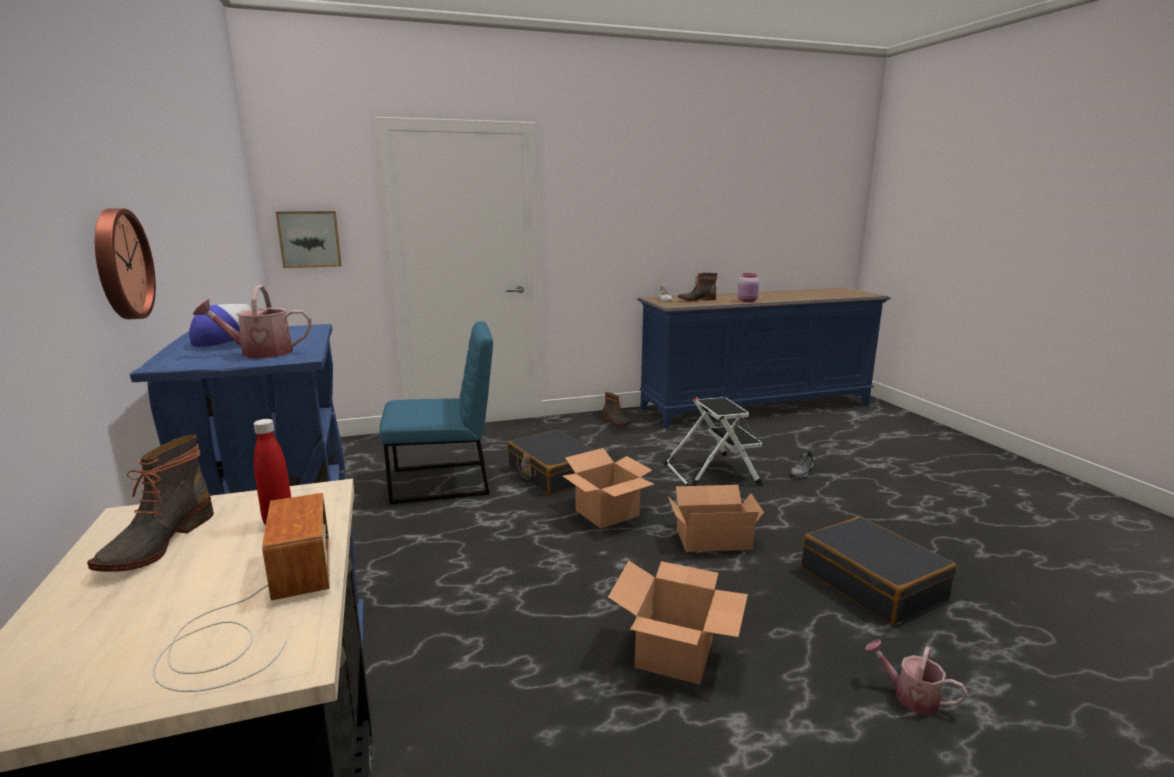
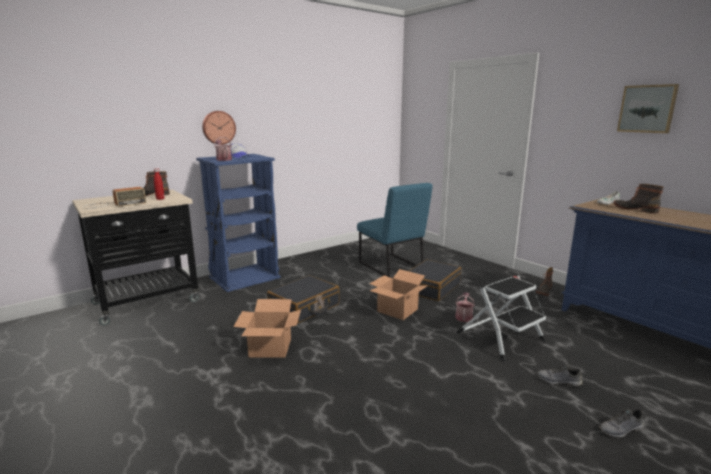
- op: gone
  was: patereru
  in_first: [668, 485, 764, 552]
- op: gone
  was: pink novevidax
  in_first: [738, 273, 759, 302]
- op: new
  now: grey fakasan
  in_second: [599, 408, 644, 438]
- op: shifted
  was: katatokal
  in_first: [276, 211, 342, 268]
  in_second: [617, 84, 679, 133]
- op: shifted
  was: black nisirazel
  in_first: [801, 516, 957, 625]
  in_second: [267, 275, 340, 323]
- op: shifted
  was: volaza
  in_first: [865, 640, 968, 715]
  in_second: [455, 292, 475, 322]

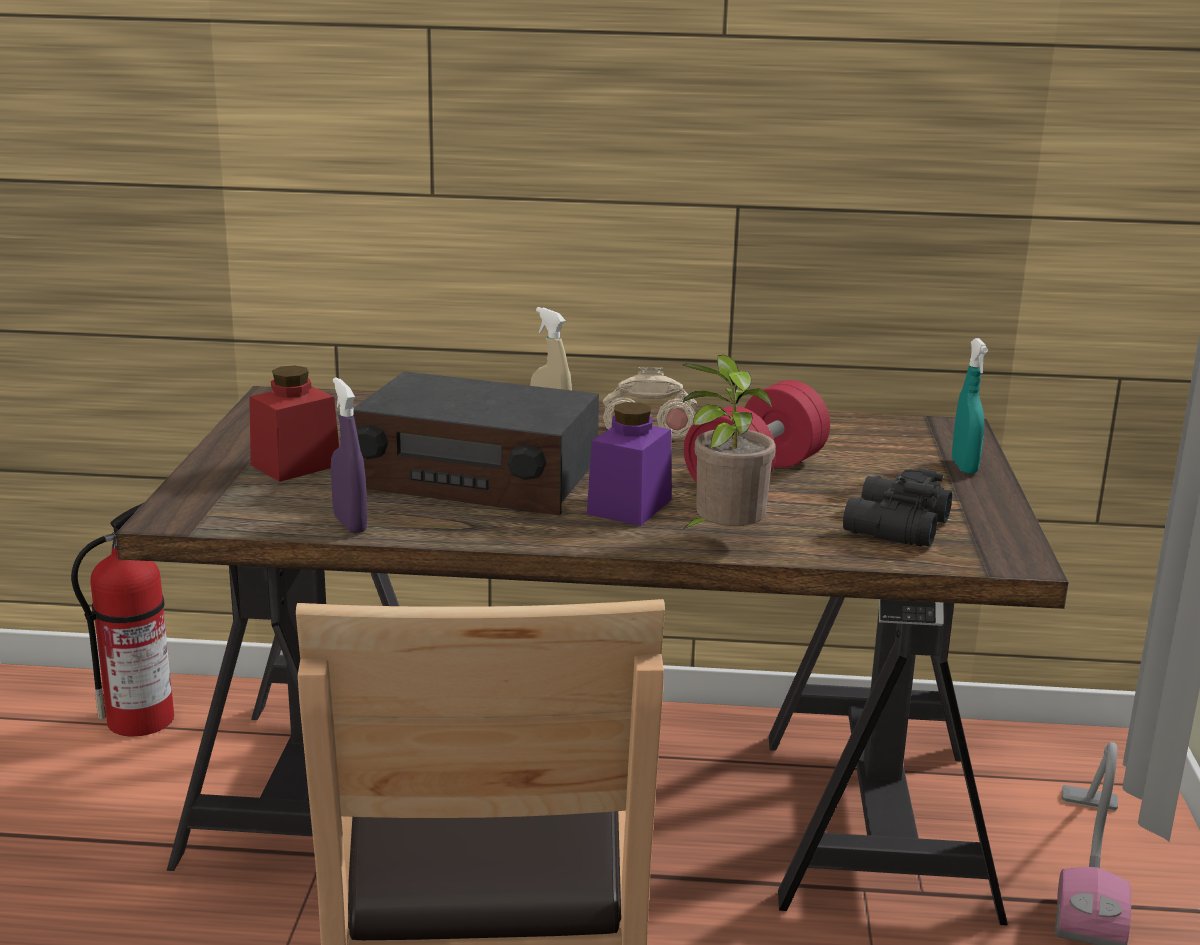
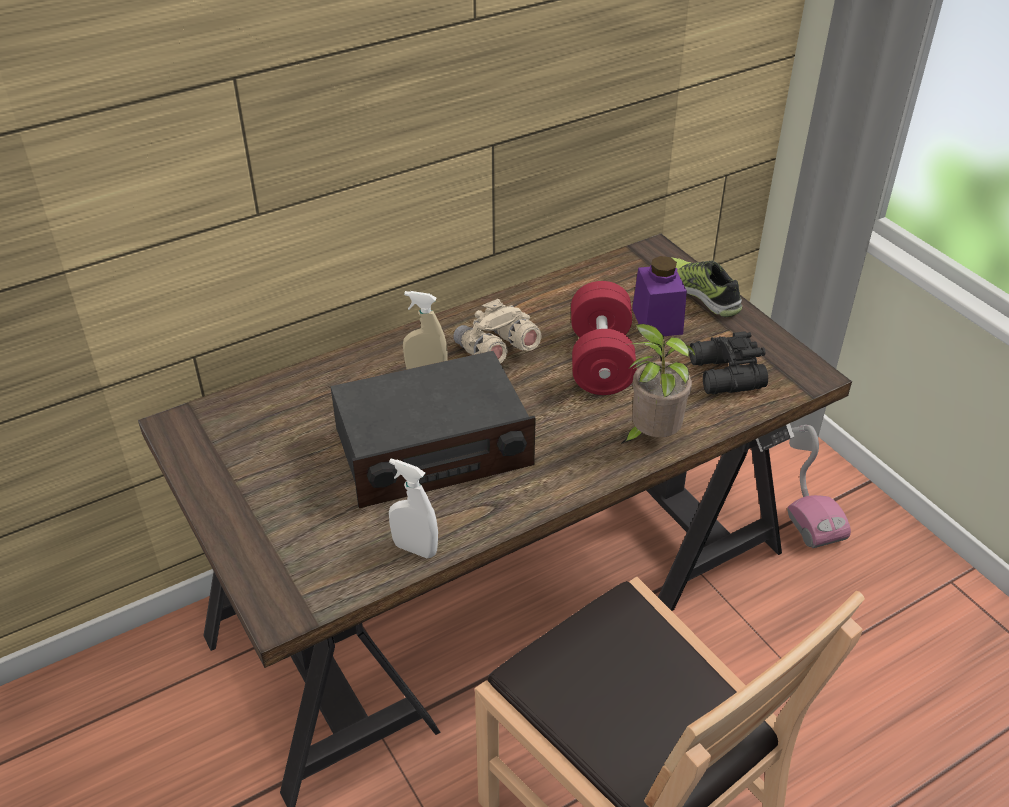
- op: gone
  was: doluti
  in_first: [71, 503, 174, 737]
- op: gone
  was: red novevidax
  in_first: [249, 365, 339, 482]
- op: shifted
  was: purple novevidax
  in_first: [587, 402, 671, 526]
  in_second: [632, 256, 687, 336]
- op: swapped
  was: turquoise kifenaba
  now: fakasan
  in_first: [952, 338, 988, 474]
  in_second: [672, 258, 742, 317]
- op: repainted
  was: purple kifenaba
  now: white kifenaba
  in_first: [331, 377, 367, 534]
  in_second: [389, 458, 438, 558]

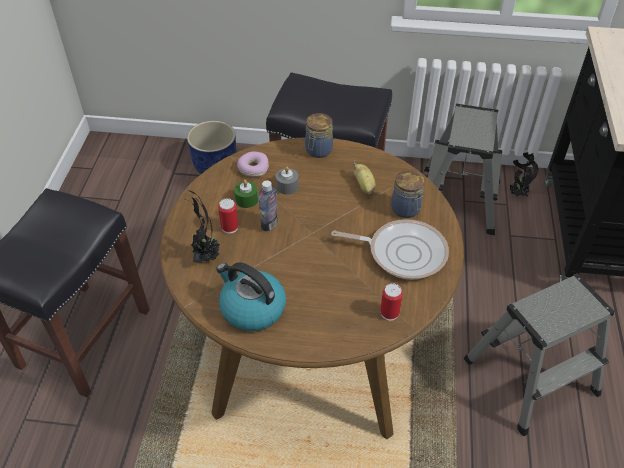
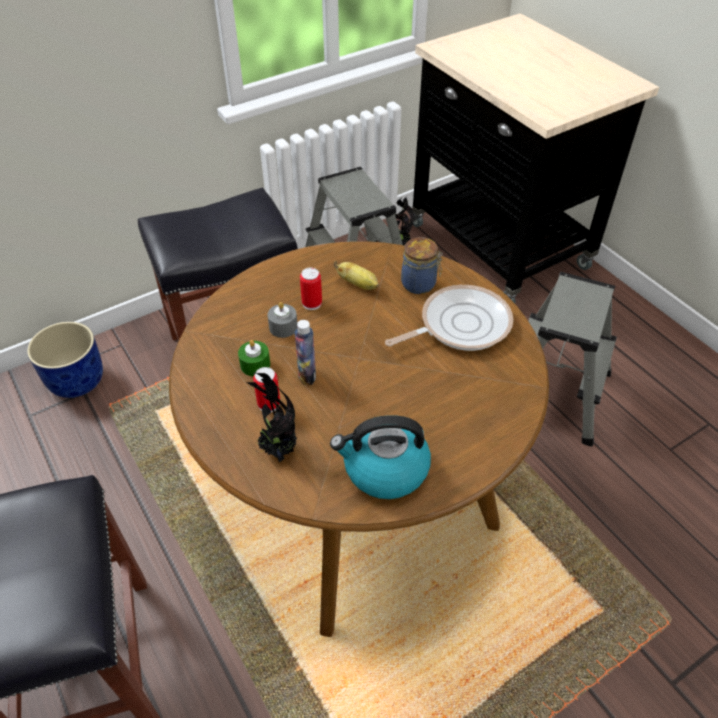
- op: gone
  was: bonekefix
  in_first: [237, 152, 269, 177]
- op: gone
  was: novevidax
  in_first: [305, 113, 333, 158]
- op: shifted
  was: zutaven
  in_first: [380, 283, 403, 321]
  in_second: [300, 267, 322, 310]

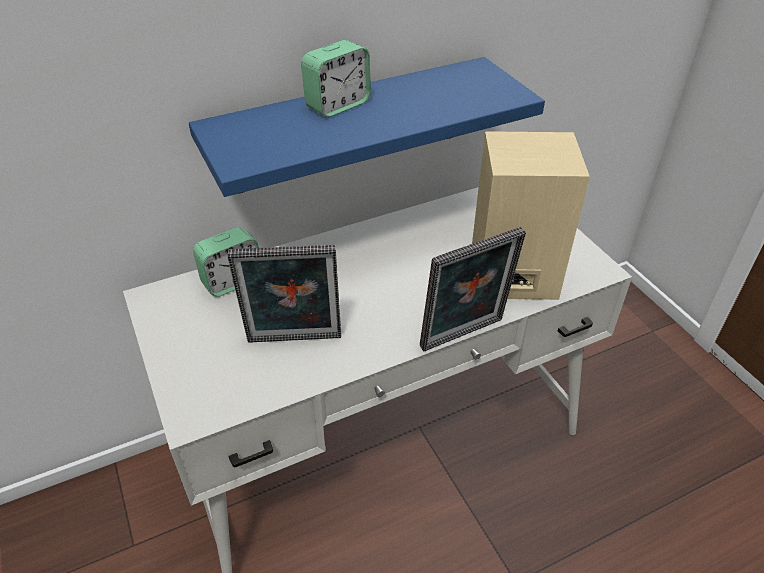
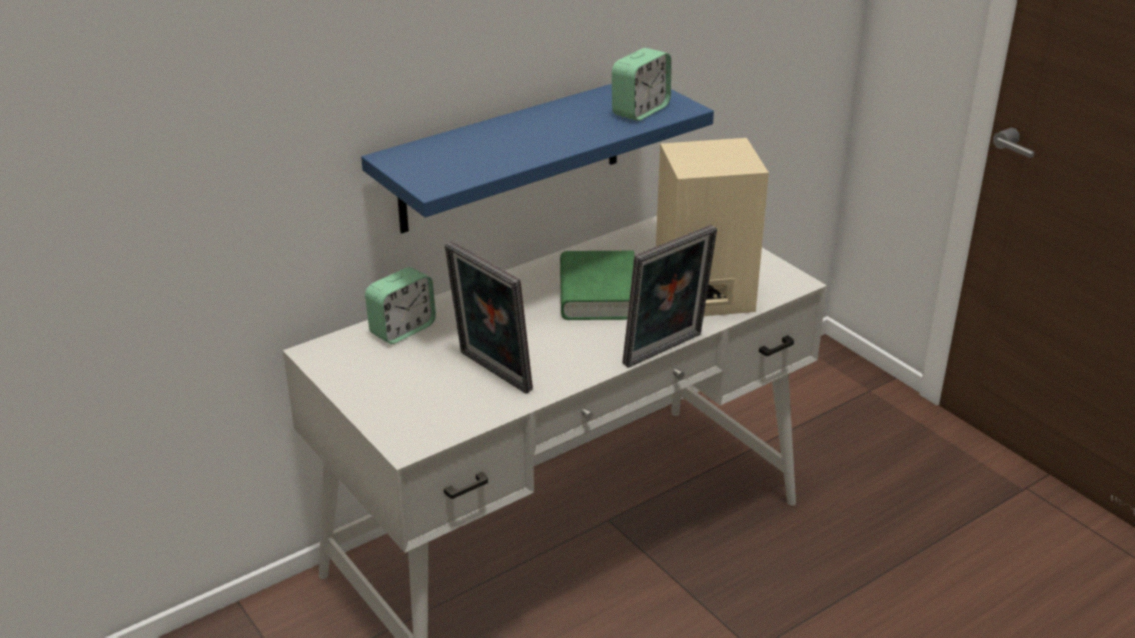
- op: new
  now: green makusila
  in_second: [560, 251, 635, 320]
- op: shifted
  was: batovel
  in_first: [301, 40, 371, 117]
  in_second: [612, 48, 671, 121]
- op: rotated
  was: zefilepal
  in_first: [227, 245, 341, 343]
  in_second: [445, 241, 533, 394]
  clockwise: 60

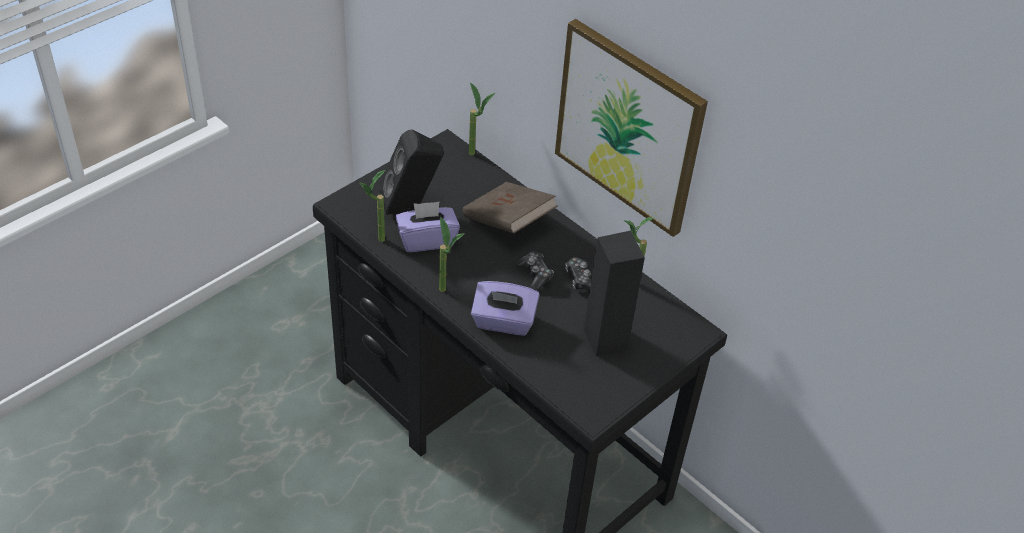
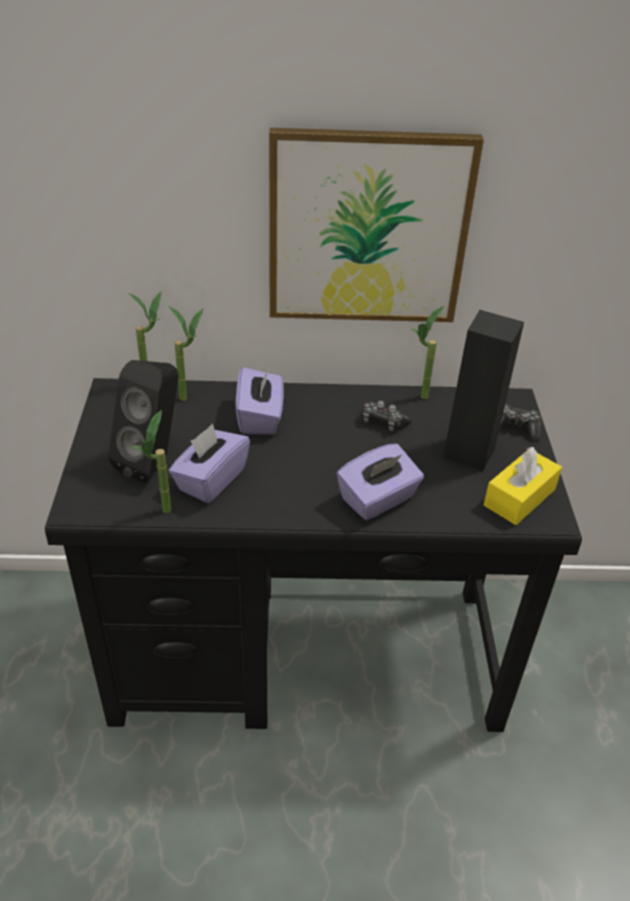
- op: new
  now: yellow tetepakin
  in_second: [484, 447, 562, 525]
- op: shifted
  was: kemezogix
  in_first: [439, 217, 465, 292]
  in_second: [169, 306, 204, 401]
- op: shifted
  was: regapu
  in_first: [515, 252, 554, 291]
  in_second: [500, 404, 541, 441]
- op: swapped
  was: brown makusila
  now: purple tetepakin
  in_first: [463, 182, 558, 234]
  in_second: [236, 367, 284, 435]

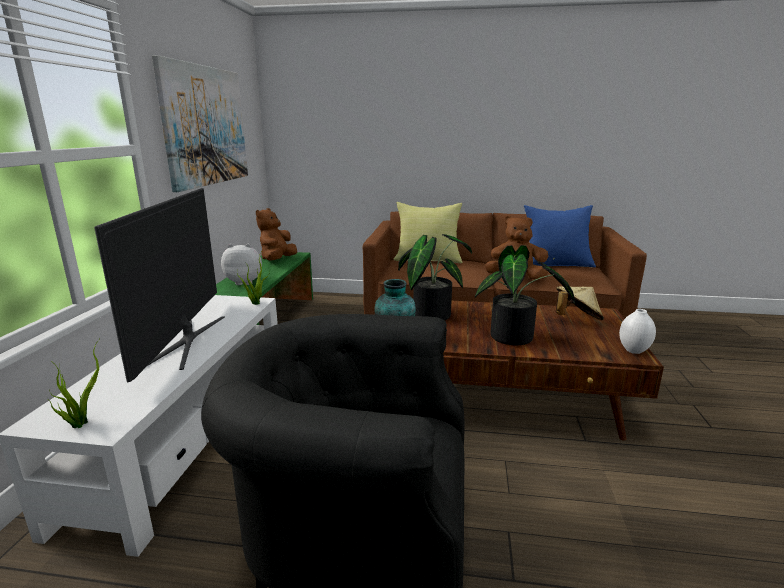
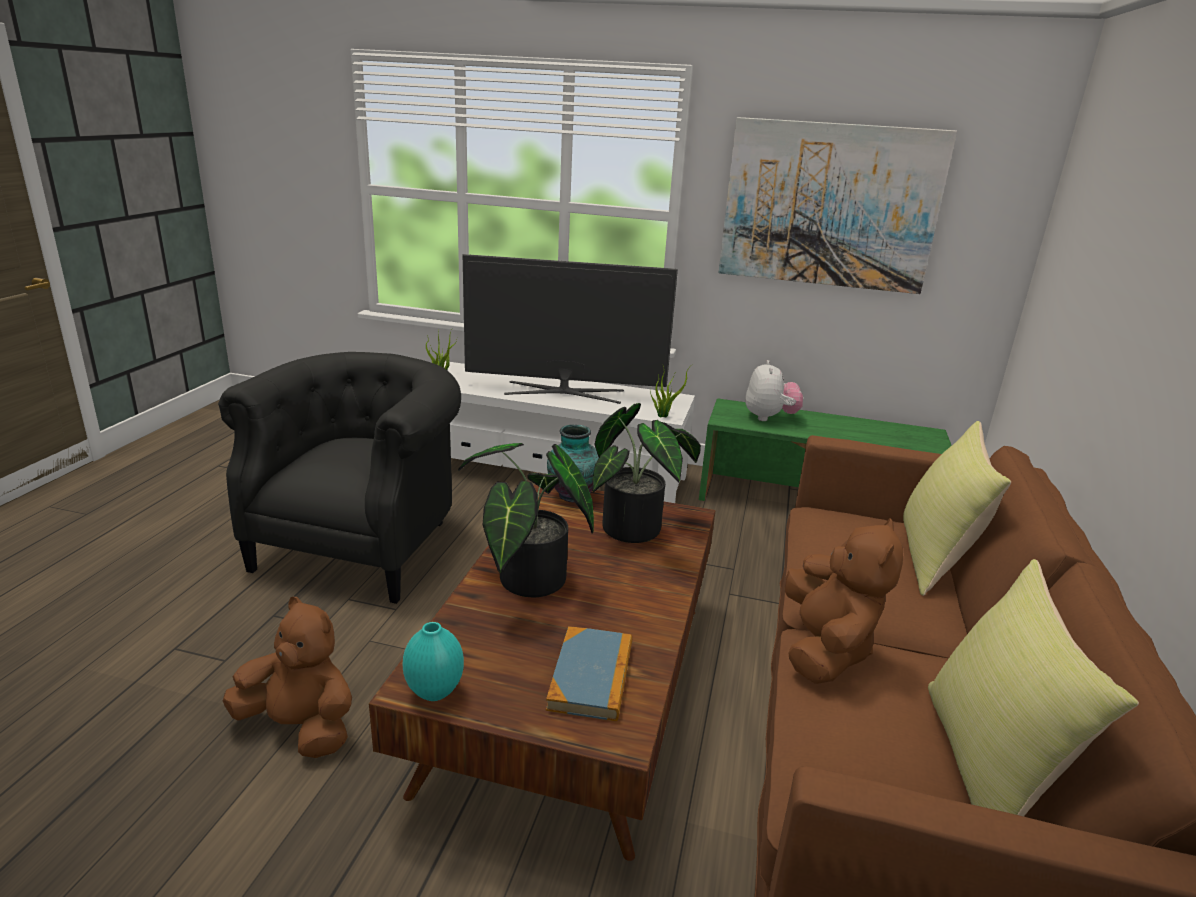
- op: shifted
  was: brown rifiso
  in_first: [256, 208, 297, 260]
  in_second: [223, 597, 352, 758]
- op: swapped
  was: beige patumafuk
  now: makusila
  in_first: [556, 287, 604, 320]
  in_second: [546, 626, 632, 721]
- op: repainted
  was: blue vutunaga
  now: yellow vutunaga
  in_first: [524, 205, 596, 268]
  in_second: [928, 559, 1139, 817]
- op: repainted
  was: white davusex
  now: turquoise davusex
  in_first: [619, 309, 656, 354]
  in_second: [402, 622, 464, 701]

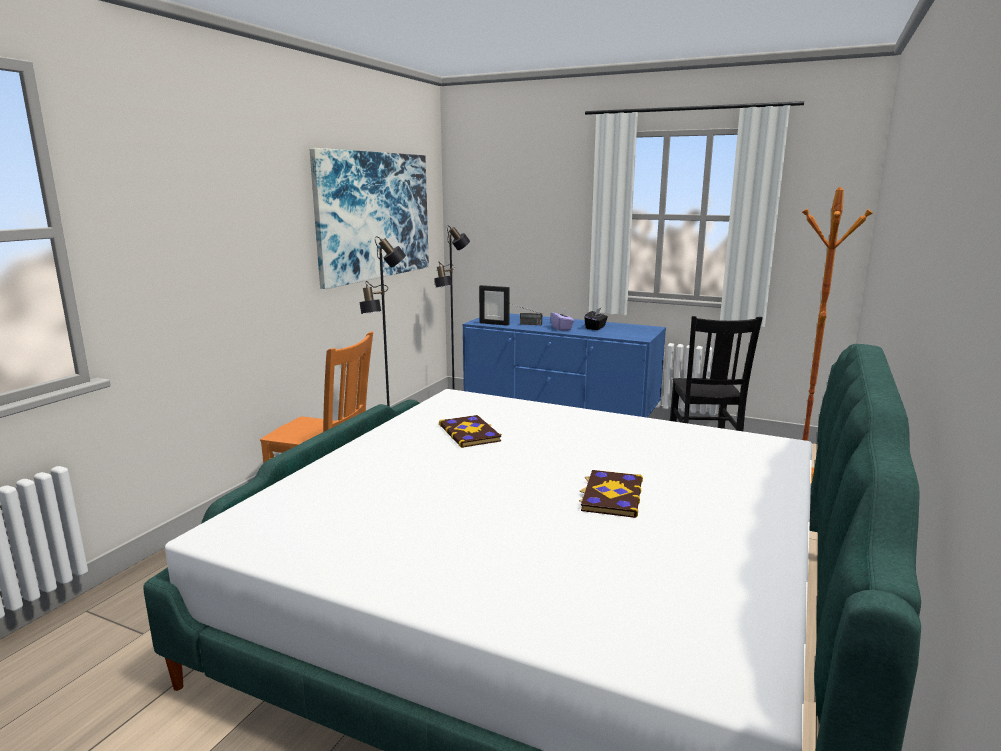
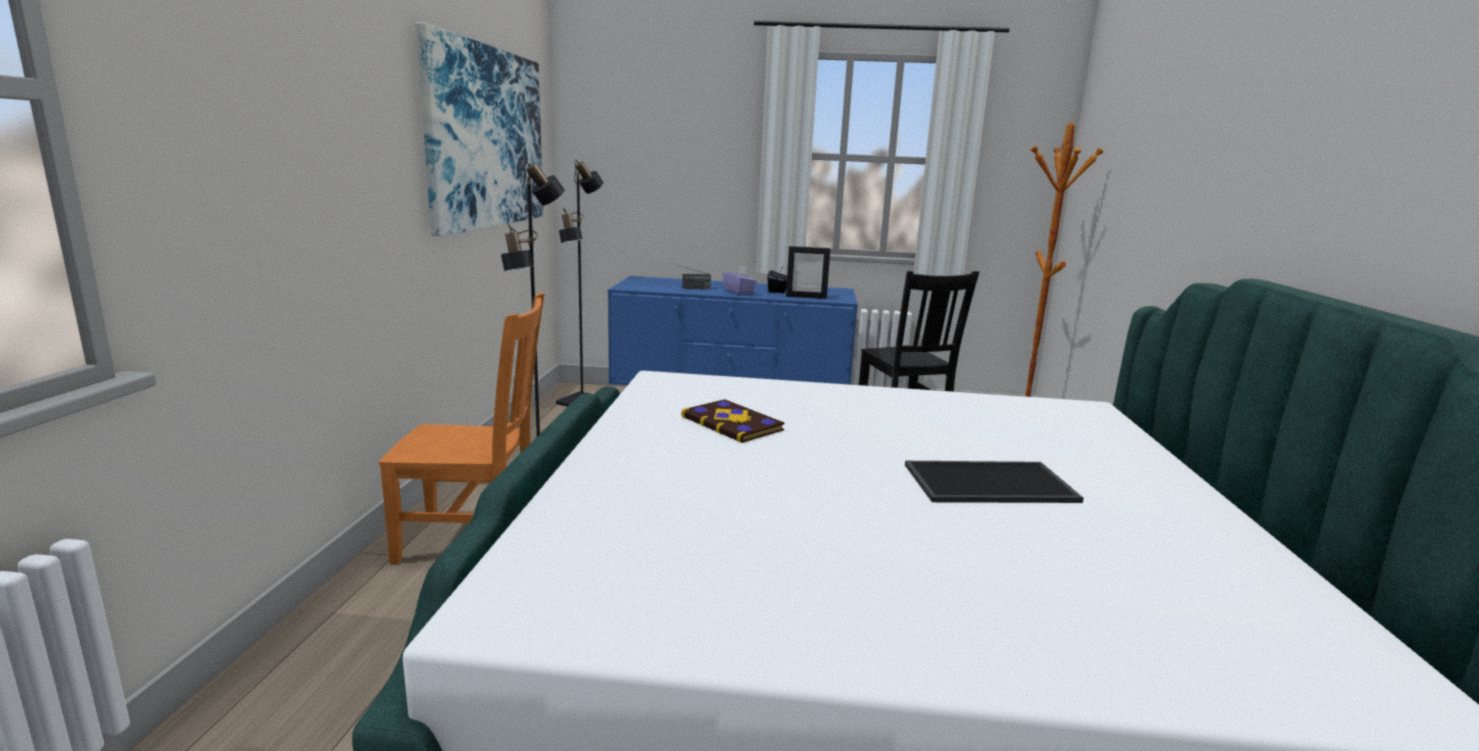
- op: shifted
  was: zefilepal
  in_first: [479, 285, 510, 326]
  in_second: [786, 246, 830, 299]
- op: swapped
  was: makusila
  now: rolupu
  in_first: [579, 470, 643, 518]
  in_second: [905, 461, 1084, 503]

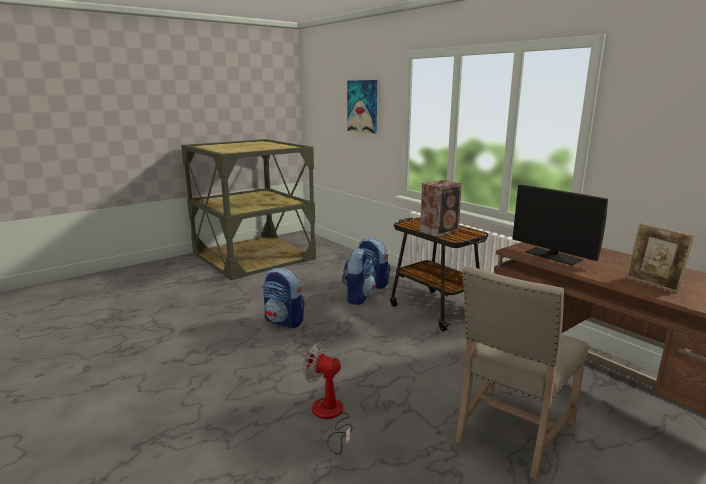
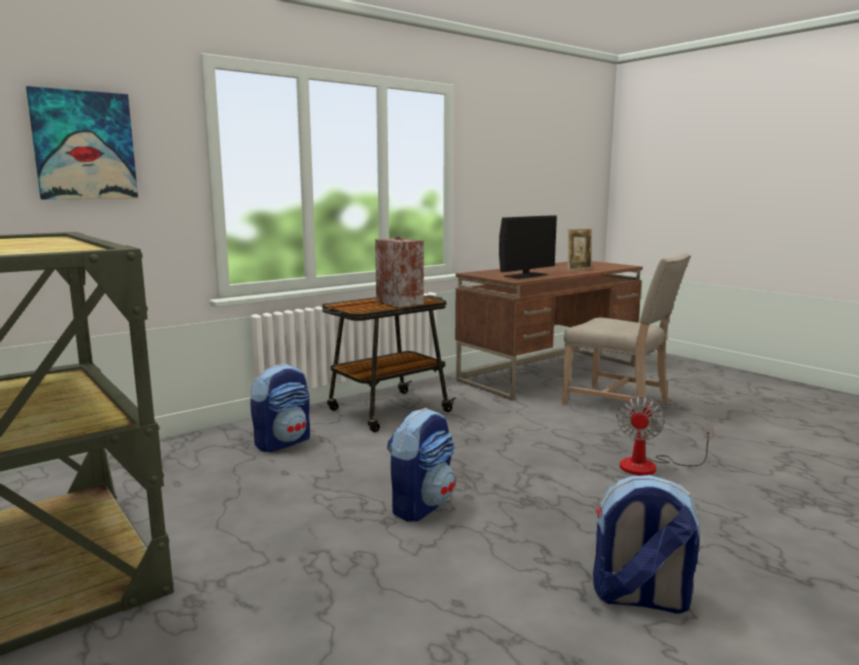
- op: shifted
  was: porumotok
  in_first: [342, 249, 376, 305]
  in_second: [593, 475, 700, 614]

